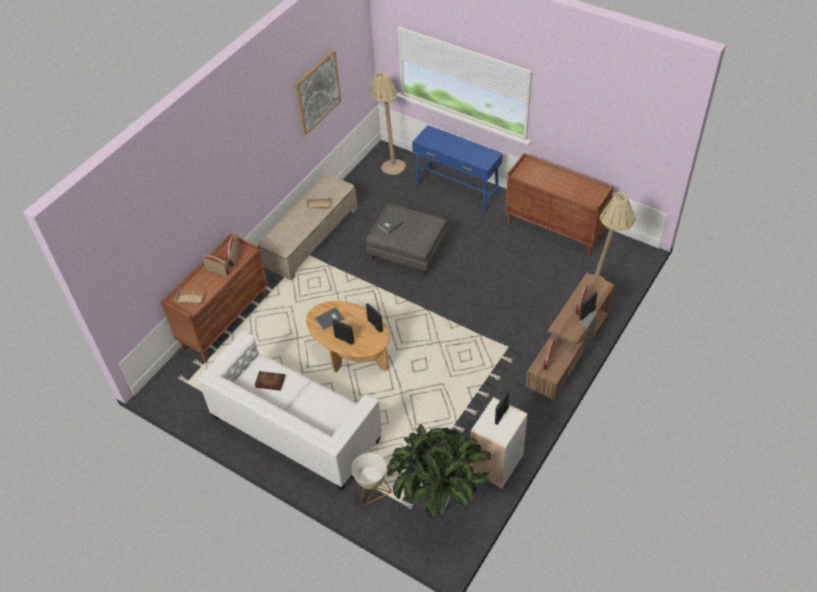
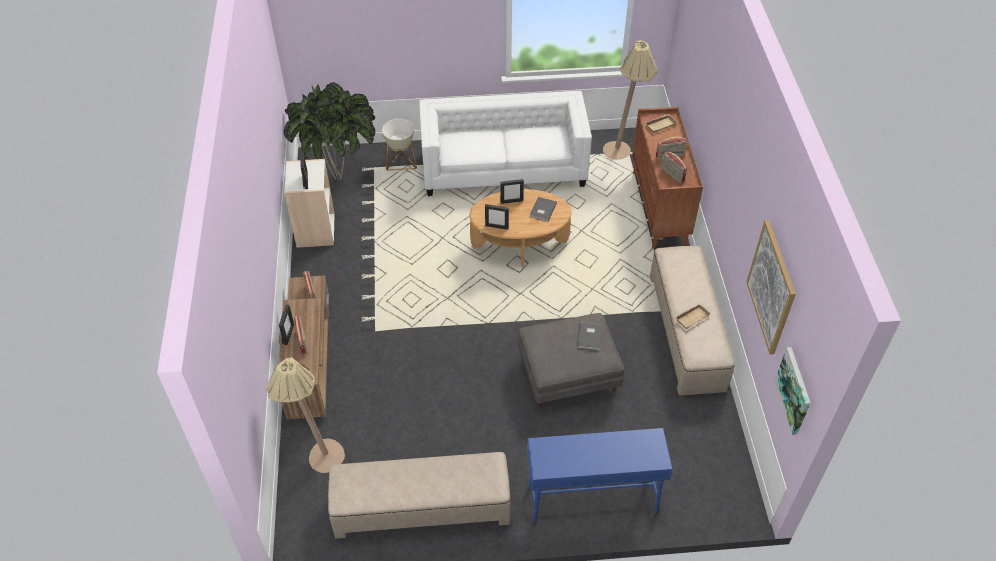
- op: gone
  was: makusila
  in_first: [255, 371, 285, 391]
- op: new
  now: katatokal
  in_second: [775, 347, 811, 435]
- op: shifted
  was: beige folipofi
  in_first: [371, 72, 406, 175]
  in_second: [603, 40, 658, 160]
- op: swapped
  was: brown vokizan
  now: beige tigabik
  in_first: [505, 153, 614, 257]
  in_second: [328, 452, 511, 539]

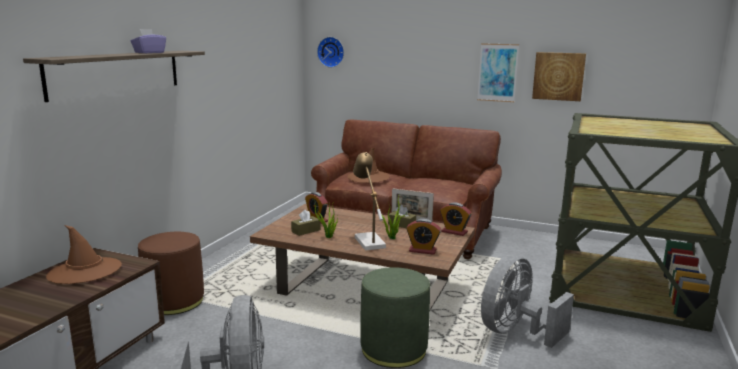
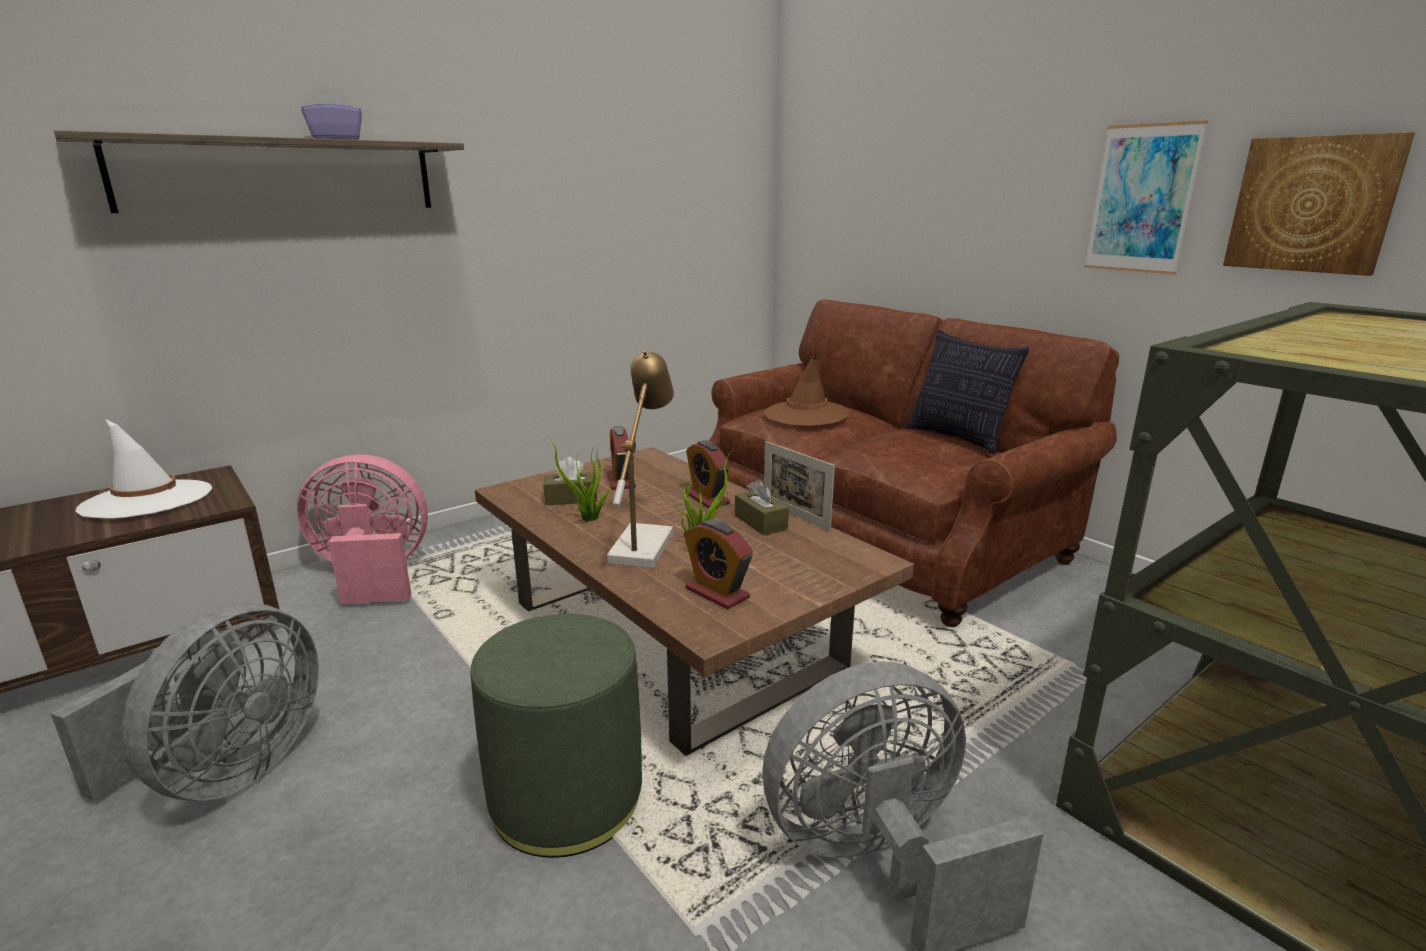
- op: gone
  was: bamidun
  in_first: [317, 37, 344, 67]
- op: new
  now: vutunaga
  in_second: [906, 330, 1030, 454]
- op: shifted
  was: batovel
  in_first: [440, 203, 471, 236]
  in_second: [685, 440, 730, 508]
- op: swapped
  was: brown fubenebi
  now: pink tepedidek
  in_first: [138, 232, 204, 315]
  in_second: [297, 454, 428, 604]
- op: repainted
  was: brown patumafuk
  now: white patumafuk
  in_first: [46, 225, 122, 284]
  in_second: [75, 419, 212, 519]

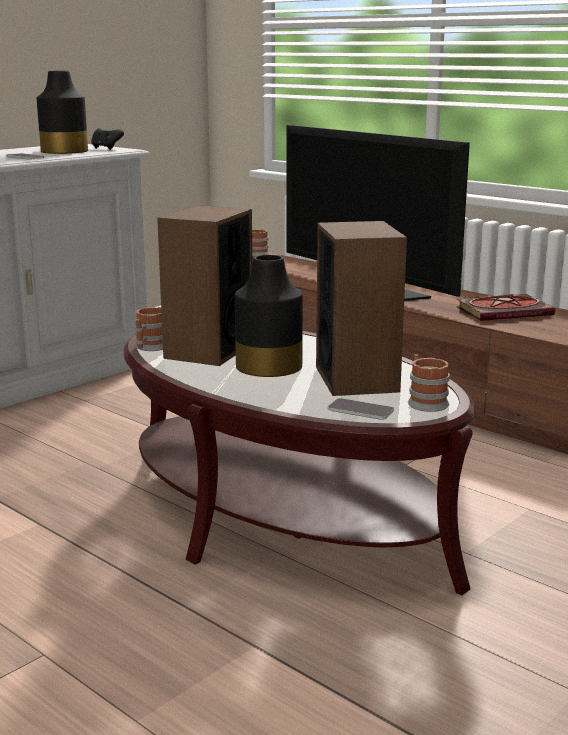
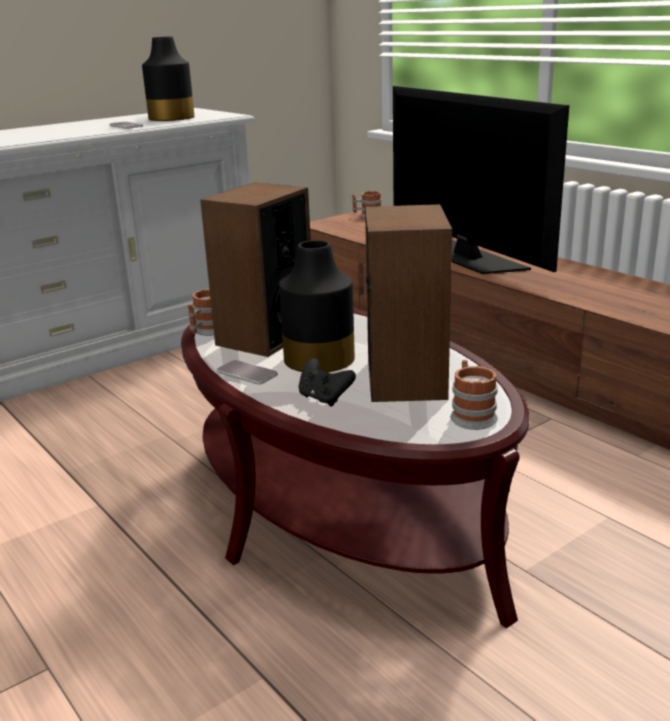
- op: gone
  was: makusila
  in_first: [456, 294, 555, 321]
- op: shifted
  was: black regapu
  in_first: [91, 128, 124, 150]
  in_second: [298, 358, 356, 406]
- op: shifted
  was: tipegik
  in_first: [328, 398, 394, 420]
  in_second: [217, 360, 278, 385]

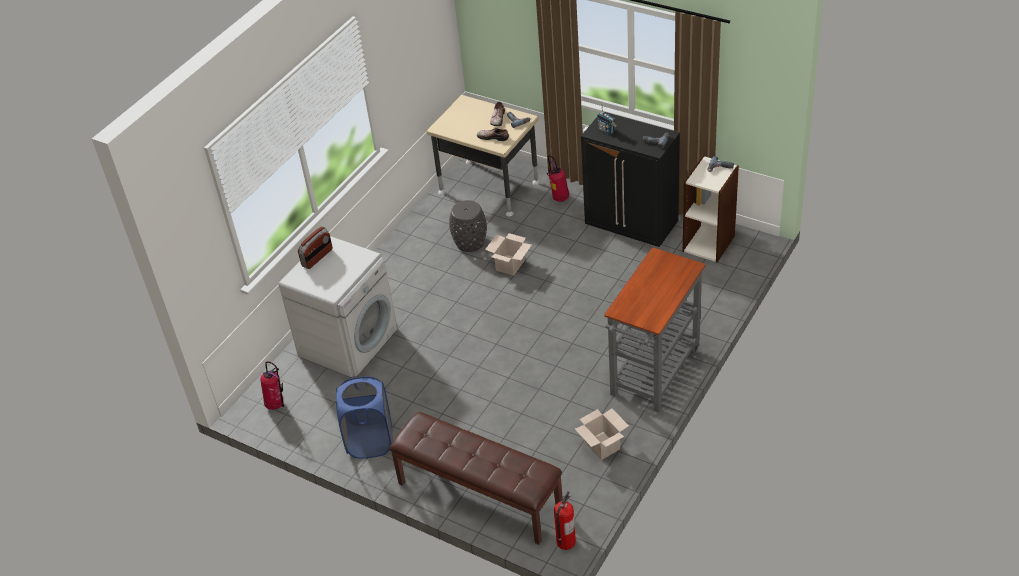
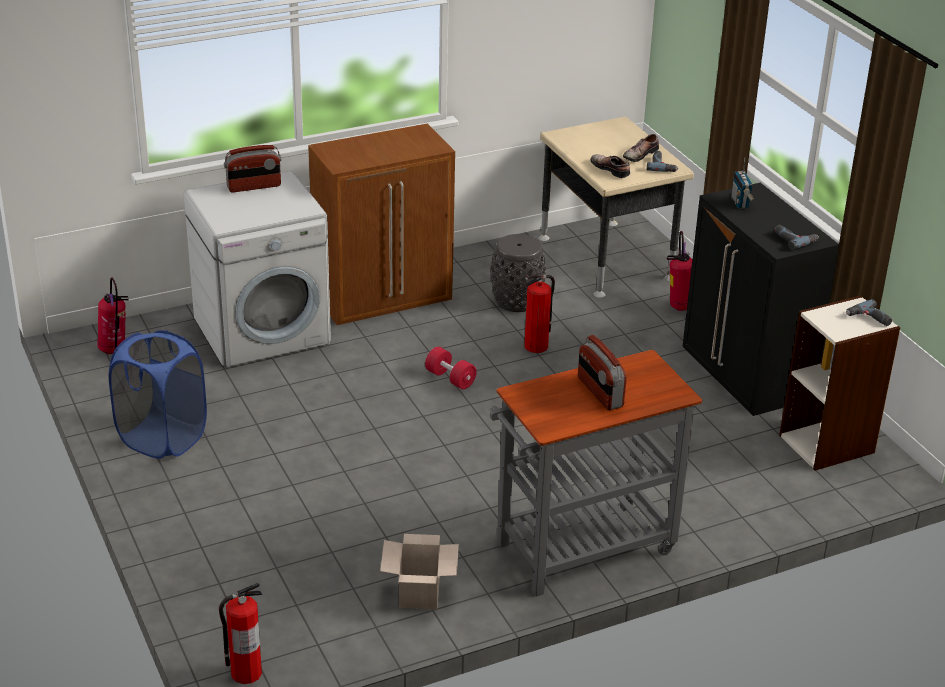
- op: gone
  was: brown tigabik
  in_first: [389, 412, 563, 545]
- op: new
  now: brown vokizan
  in_second: [308, 123, 455, 325]
- op: new
  now: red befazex
  in_second: [425, 347, 477, 389]
- op: new
  now: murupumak
  in_second: [578, 335, 627, 410]
- op: swapped
  was: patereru
  now: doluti
  in_first: [485, 233, 532, 276]
  in_second: [524, 274, 555, 353]

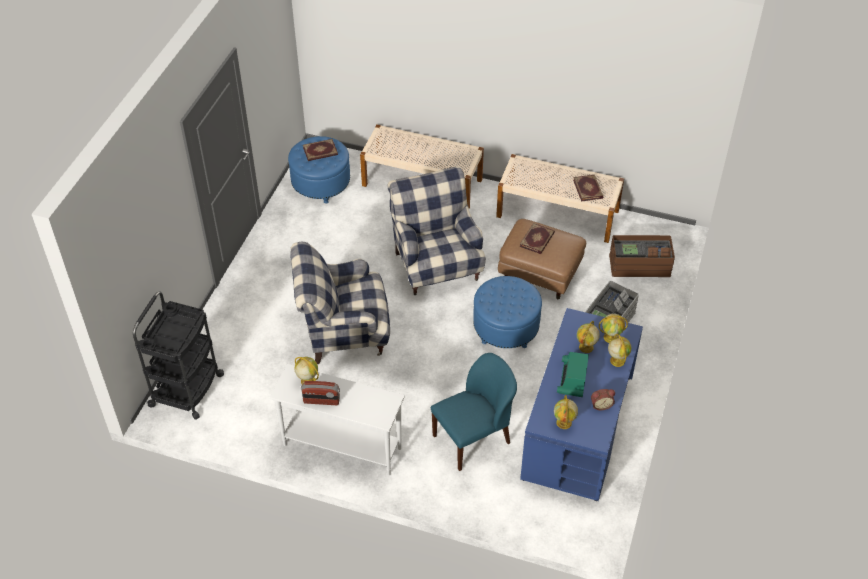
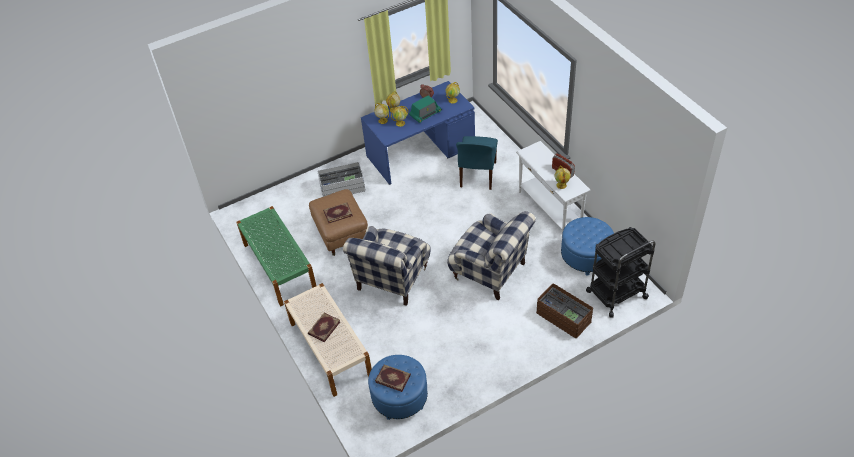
- op: shifted
  was: blue fubenebi
  in_first: [473, 276, 542, 348]
  in_second: [561, 217, 614, 276]
- op: shifted
  was: makusila
  in_first: [573, 175, 604, 202]
  in_second: [308, 313, 340, 342]
- op: shifted
  was: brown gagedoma
  in_first: [609, 235, 675, 277]
  in_second: [536, 283, 593, 338]
- op: repainted
  was: beige tigabik
  now: green tigabik
  in_first: [496, 154, 624, 243]
  in_second: [236, 206, 316, 307]
- op: rotated
  was: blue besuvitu
  in_first: [431, 353, 517, 471]
  in_second: [456, 136, 498, 190]
  clockwise: -90

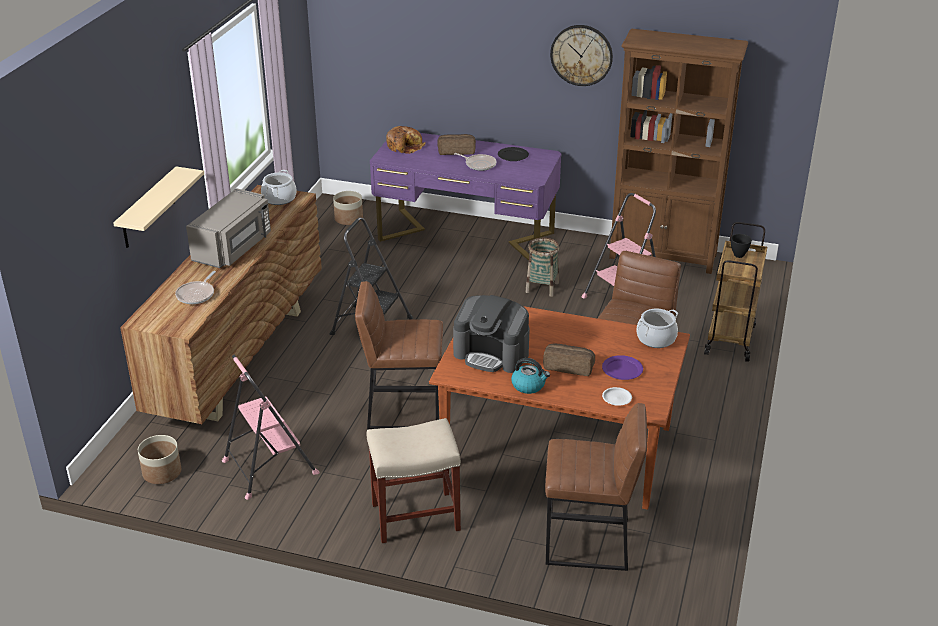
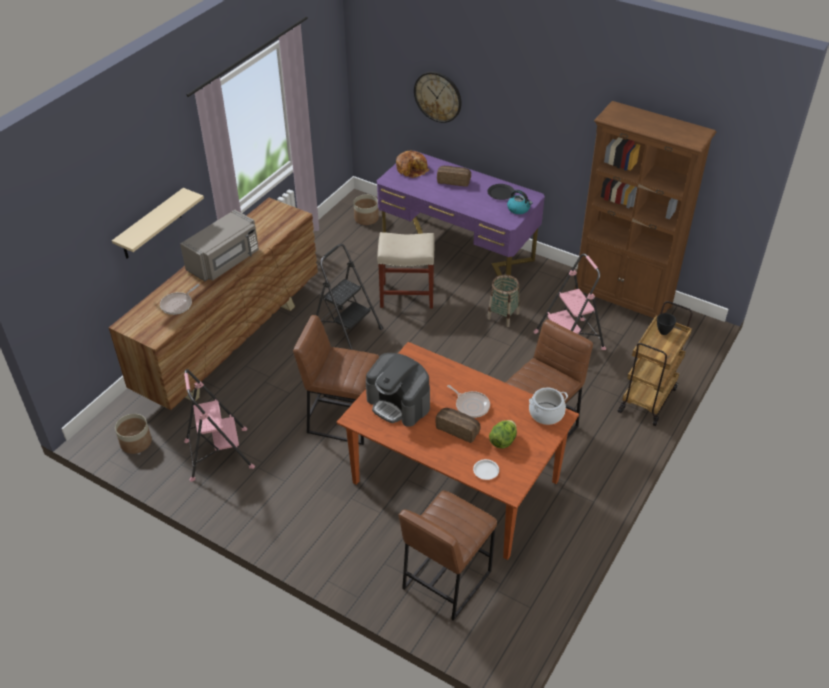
- op: gone
  was: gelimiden
  in_first: [261, 170, 297, 205]
- op: shifted
  was: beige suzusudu
  in_first: [367, 418, 461, 543]
  in_second: [377, 232, 435, 309]
- op: shifted
  was: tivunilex
  in_first: [454, 153, 497, 171]
  in_second: [447, 385, 490, 418]
- op: shifted
  was: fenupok
  in_first: [511, 358, 550, 394]
  in_second: [507, 190, 533, 214]
- op: shifted
  was: bamidun
  in_first: [550, 25, 613, 86]
  in_second: [414, 71, 461, 123]
- op: swapped
  was: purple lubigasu
  now: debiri
  in_first: [602, 355, 643, 380]
  in_second: [489, 420, 517, 448]
- op: rotated
  was: brown besuvitu
  in_first: [545, 403, 647, 571]
  in_second: [398, 490, 497, 621]
  clockwise: 105

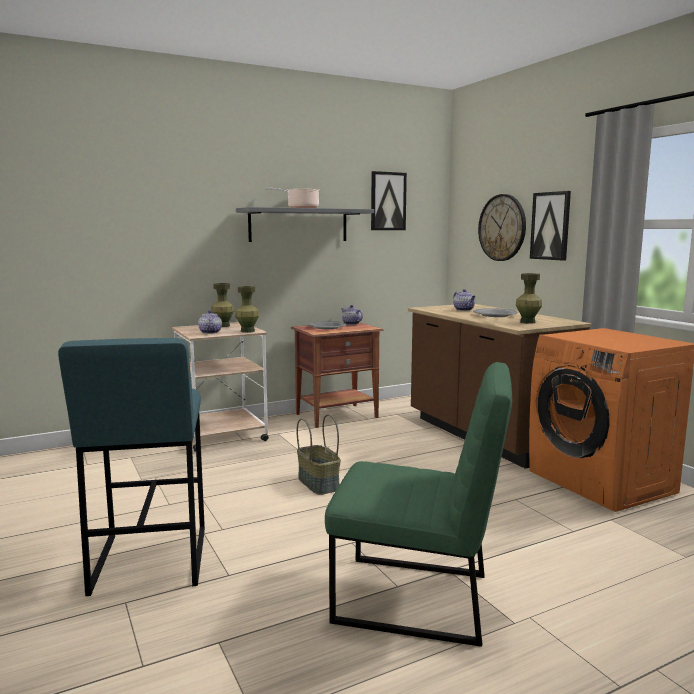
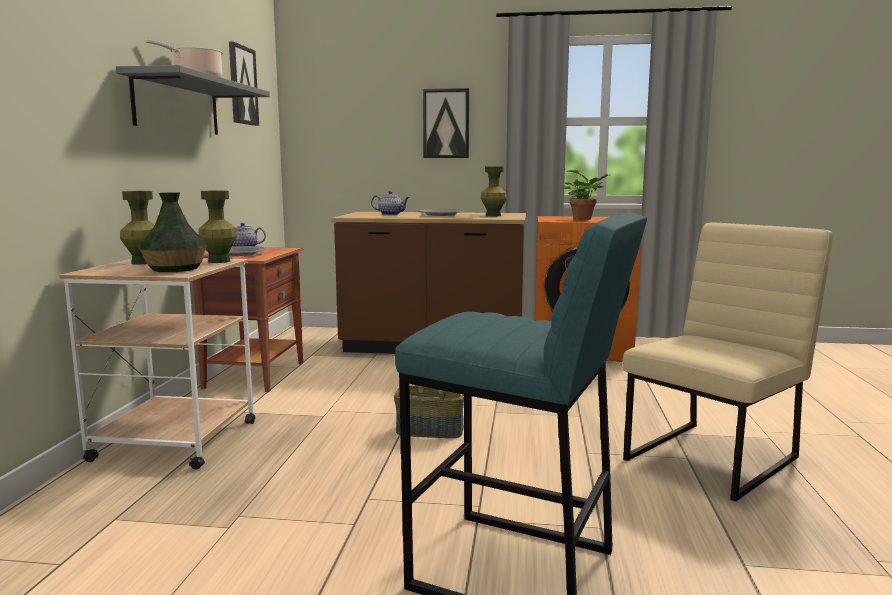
- op: gone
  was: bamidun
  in_first: [478, 194, 526, 261]
- op: new
  now: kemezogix
  in_second: [563, 170, 611, 220]
- op: swapped
  was: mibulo
  now: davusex
  in_first: [198, 310, 222, 334]
  in_second: [139, 192, 207, 272]
- op: repainted
  was: green besuvitu
  now: beige besuvitu
  in_first: [325, 362, 512, 647]
  in_second: [623, 223, 833, 502]

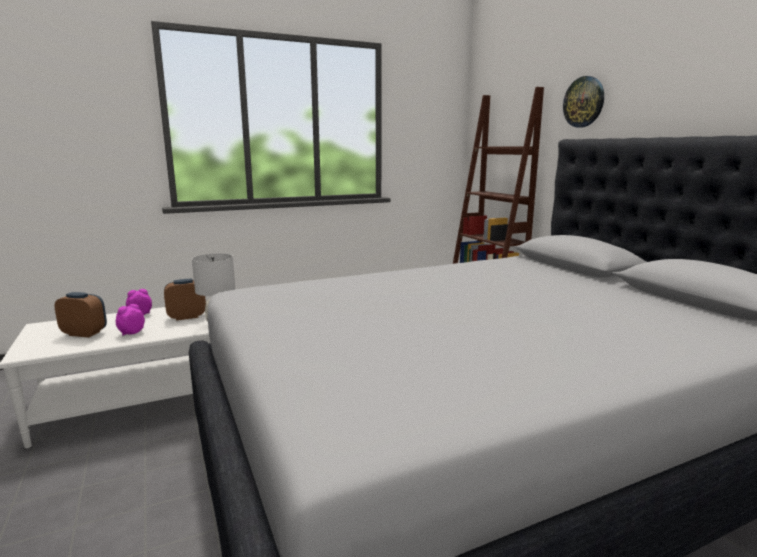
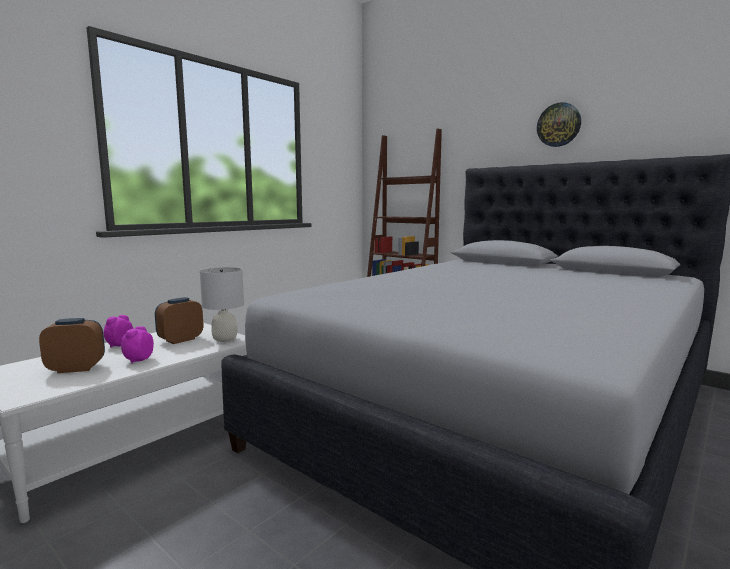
- op: shifted
  was: bamidun
  in_first: [563, 76, 604, 128]
  in_second: [537, 102, 581, 147]

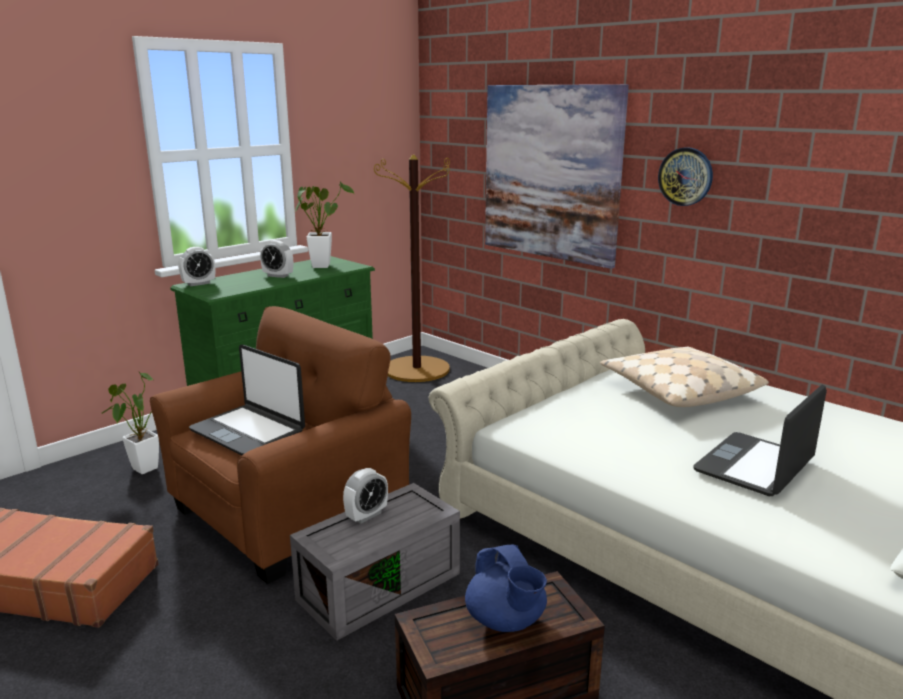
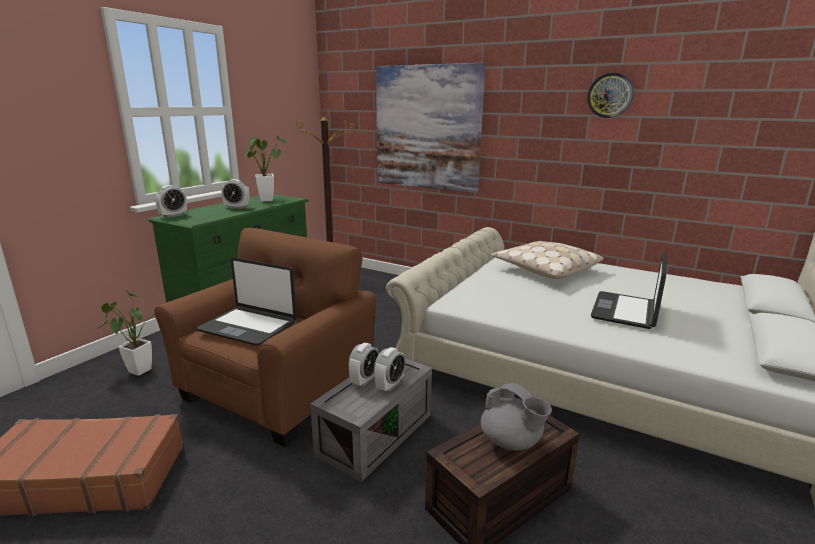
- op: new
  now: batovel
  in_second: [374, 347, 405, 393]
- op: shifted
  was: bamidun
  in_first: [658, 147, 713, 206]
  in_second: [587, 73, 634, 118]
- op: repainted
  was: blue mibulo
  now: grey mibulo
  in_first: [465, 544, 547, 632]
  in_second: [481, 383, 552, 451]

